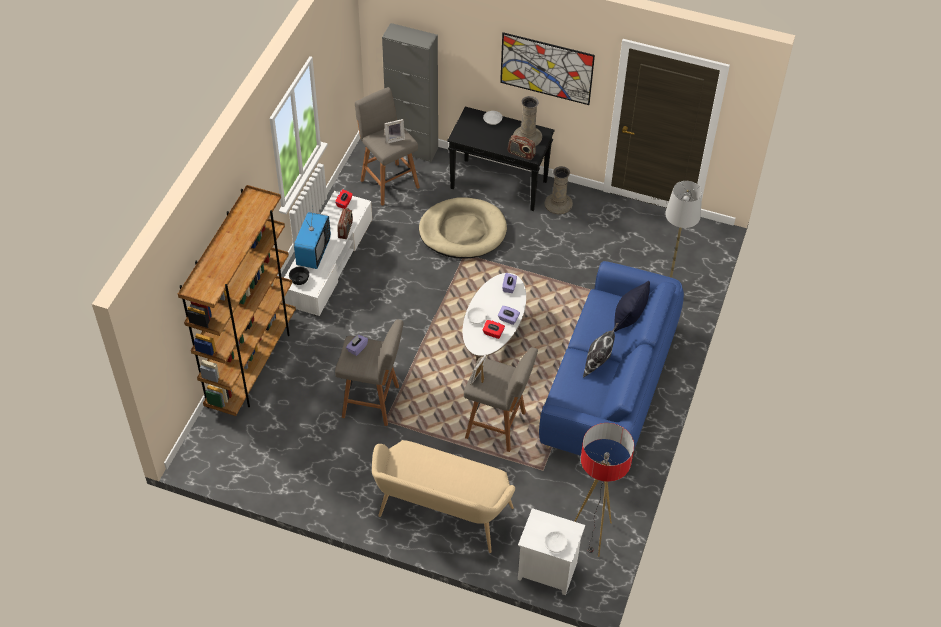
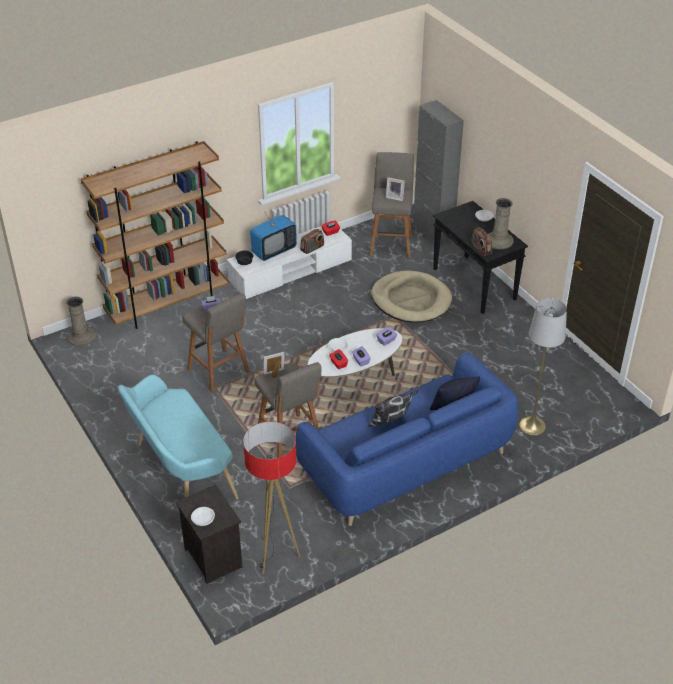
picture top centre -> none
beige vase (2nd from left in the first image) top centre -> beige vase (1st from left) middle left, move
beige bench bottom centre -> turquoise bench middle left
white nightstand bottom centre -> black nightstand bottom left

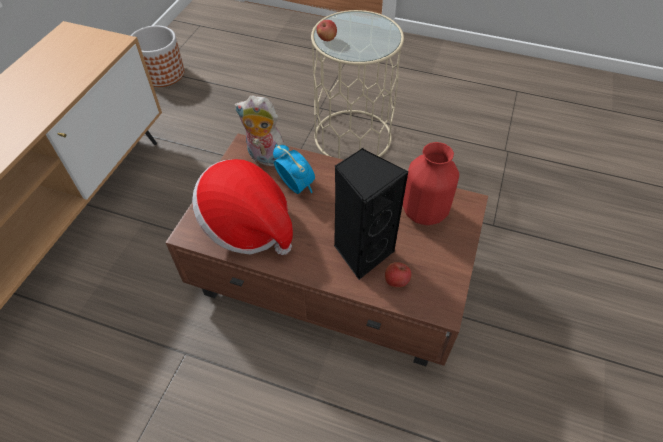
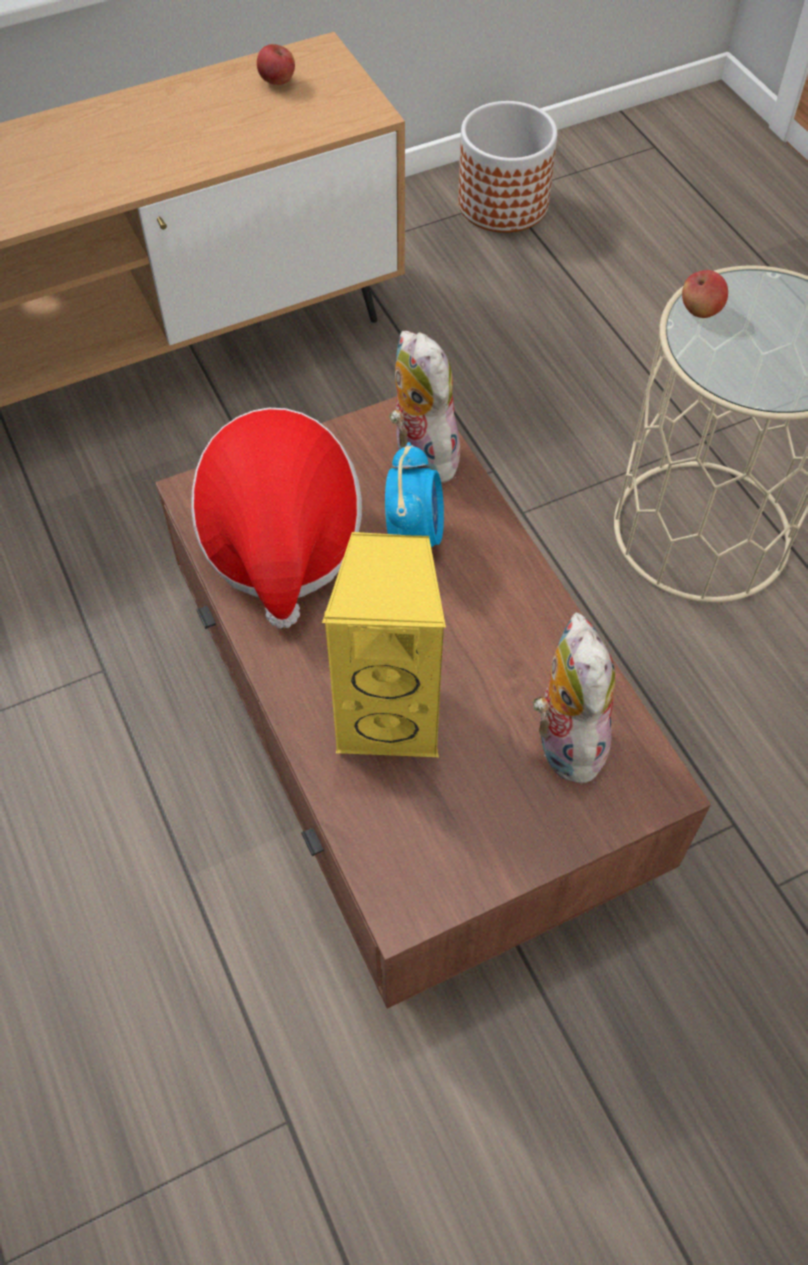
apple (2nd from left in the first image) centre -> apple (1st from left) top centre, move
red vase centre -> plush toy (2nd from left) middle right
black speaker centre -> yellow speaker centre

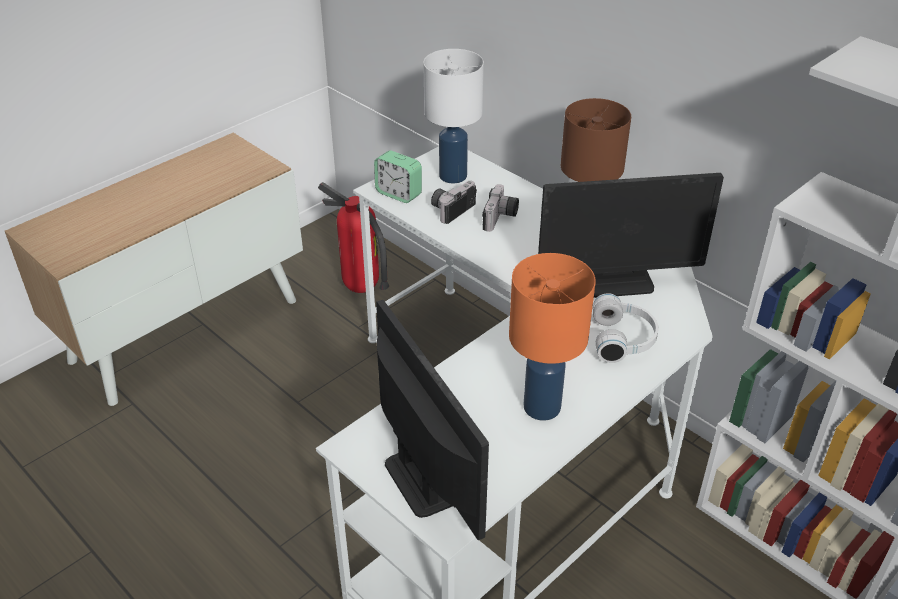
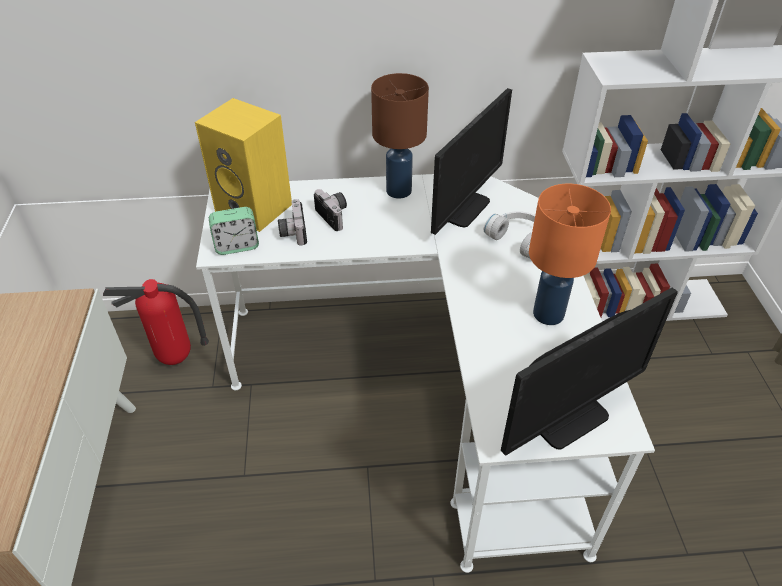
white table lamp top centre -> yellow speaker top left
monitor (1st from left in the first image) bottom centre -> monitor (2nd from left) middle right, 135 degrees clockwise

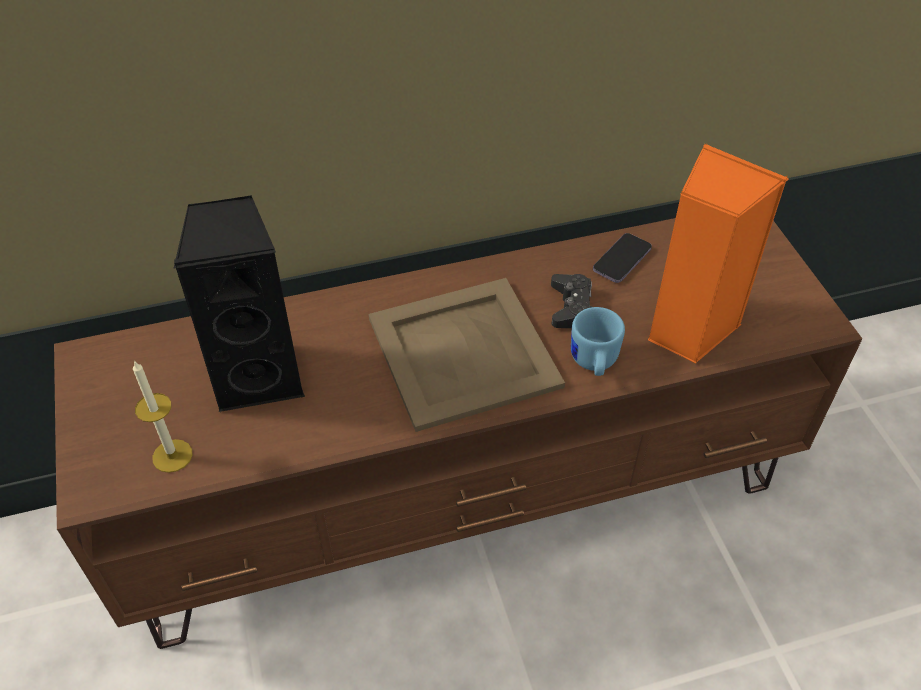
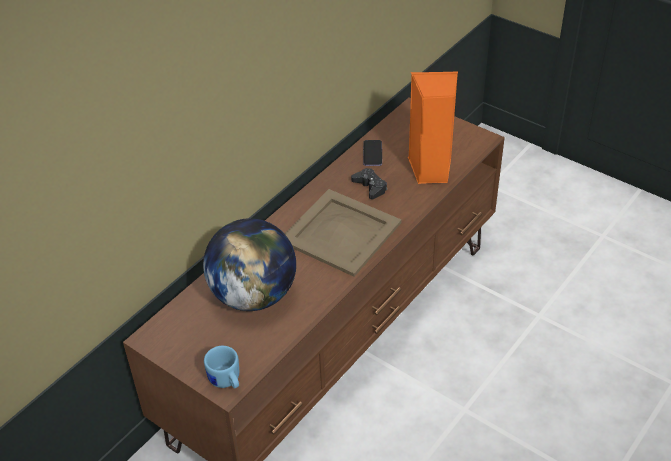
candle middle left -> none
blue mug centre -> blue mug bottom left, move
black speaker middle left -> globe centre

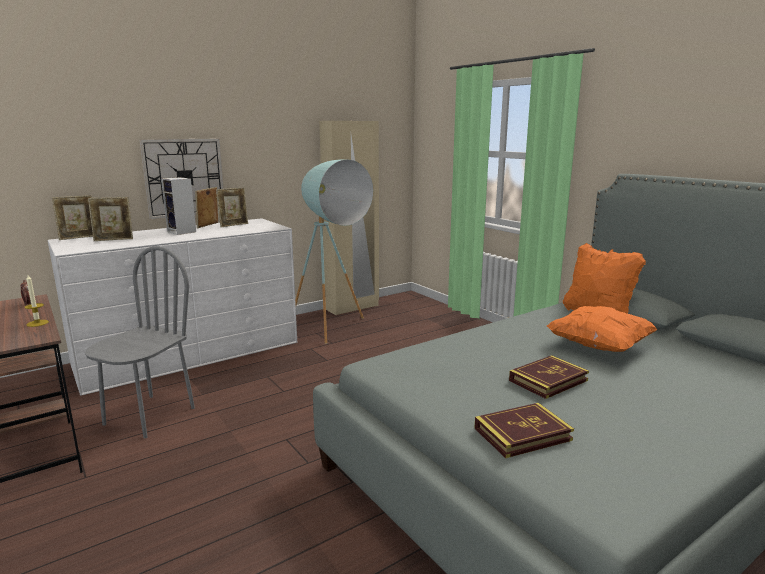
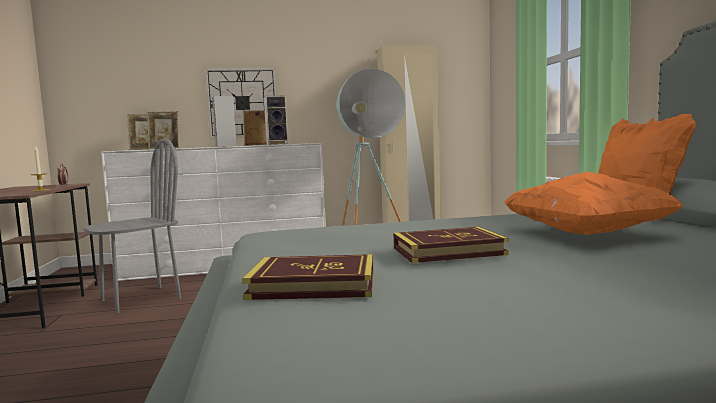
picture frame (4th from left) middle left -> speaker (2nd from left) top centre

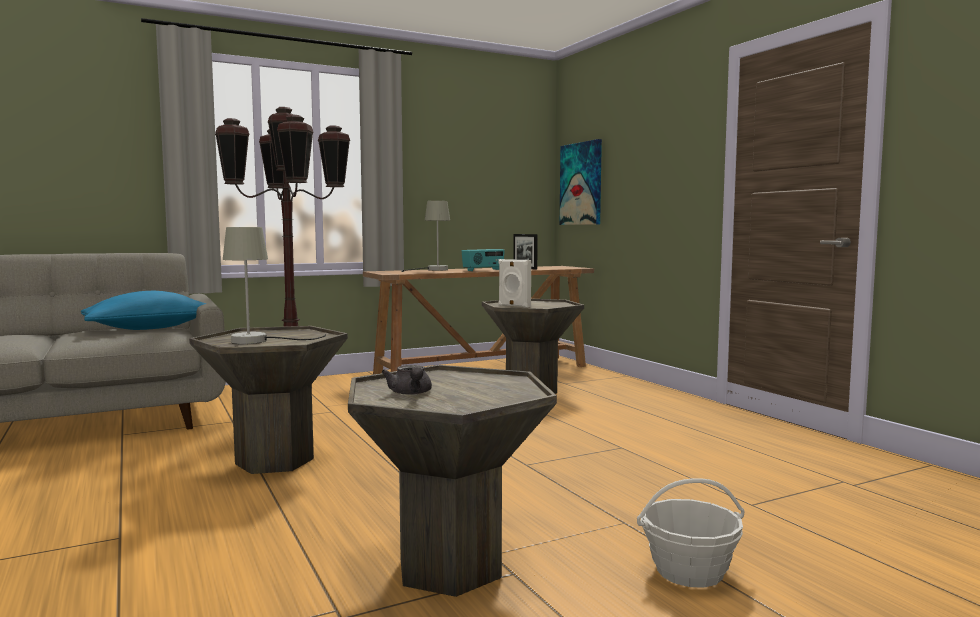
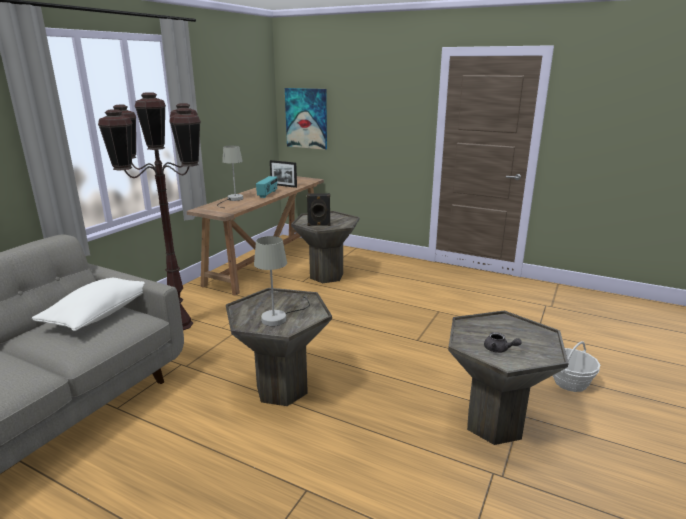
blue pillow middle left -> white pillow middle left
white speaker centre -> black speaker centre

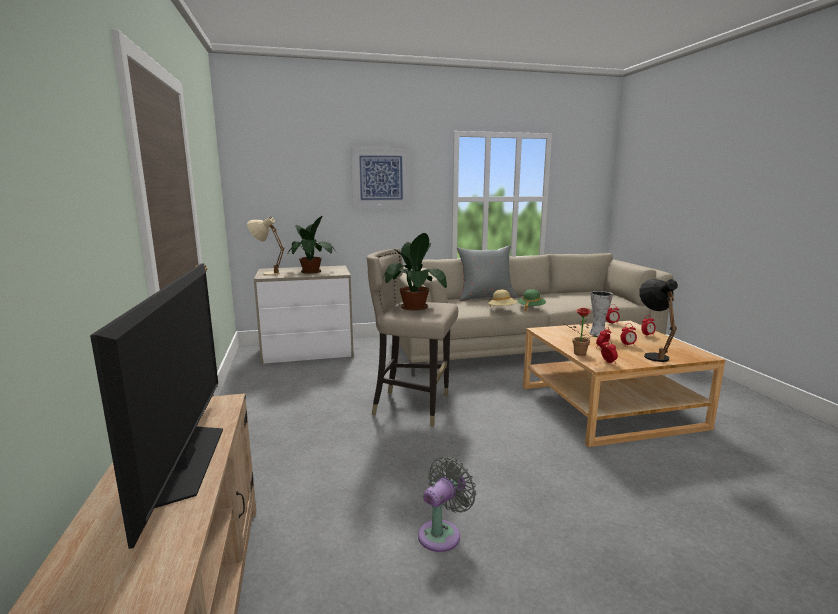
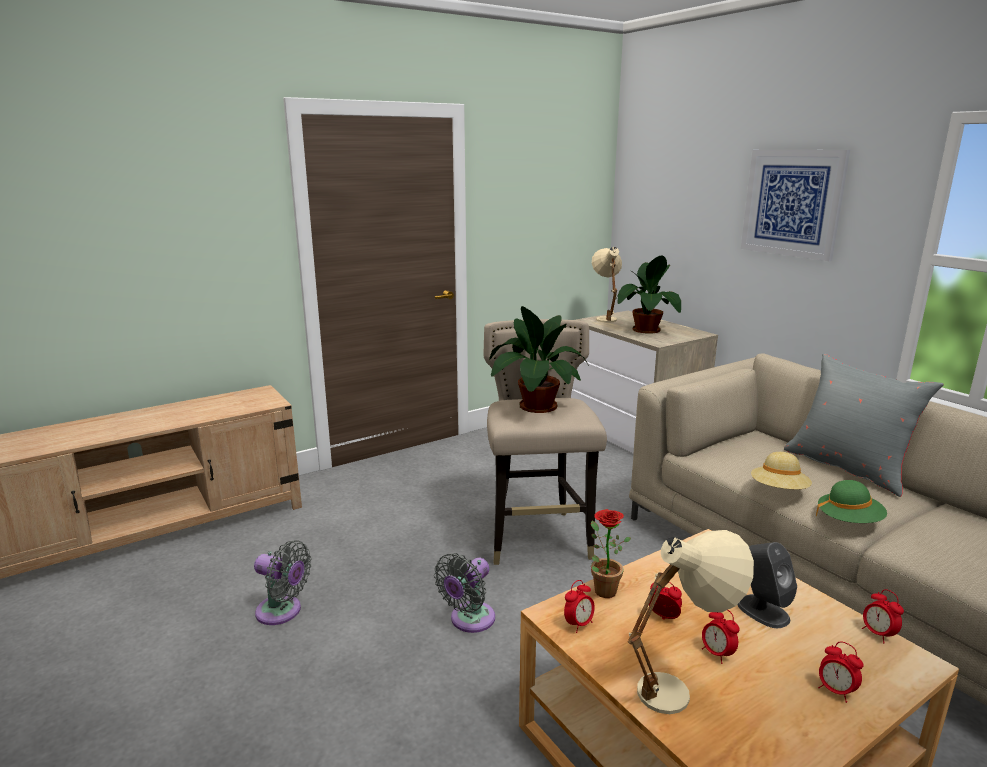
television middle left -> none
none -> grey fan (2nd from left) bottom centre
vase middle right -> grey speaker bottom right
black table lamp middle right -> beige table lamp (2nd from left) bottom right

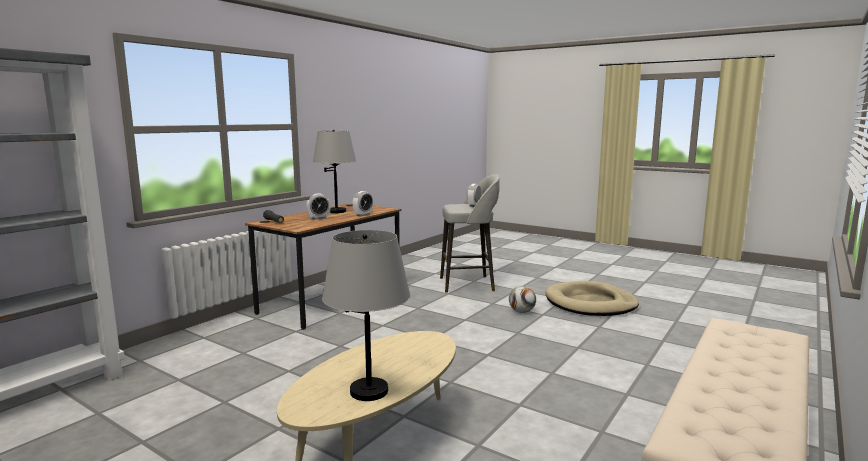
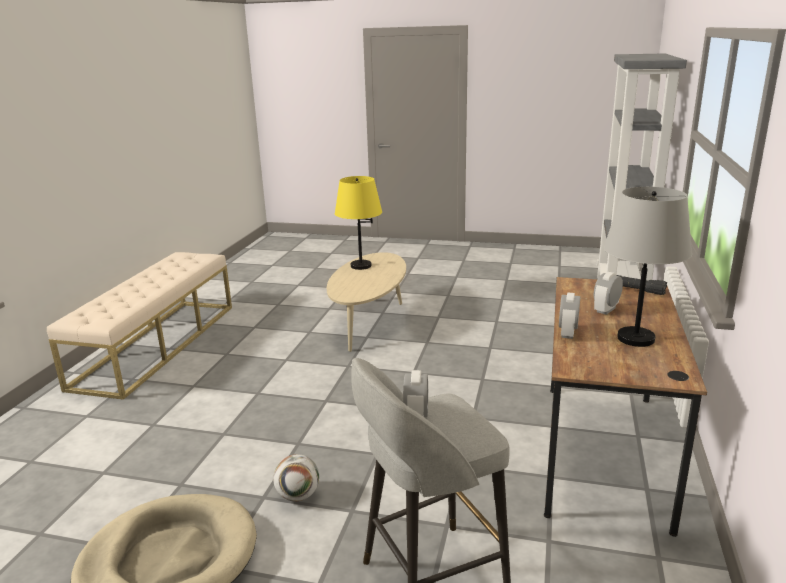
grey table lamp (2nd from left) bottom centre -> yellow table lamp centre

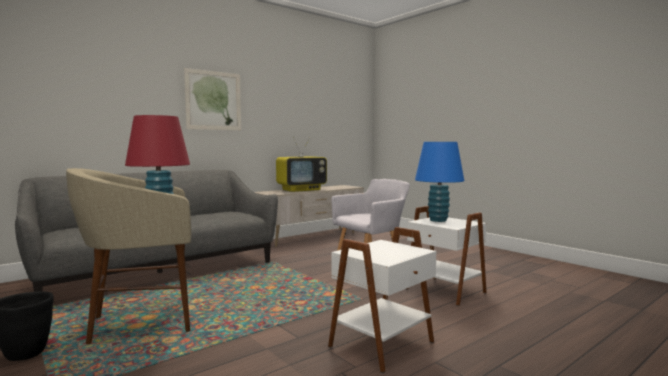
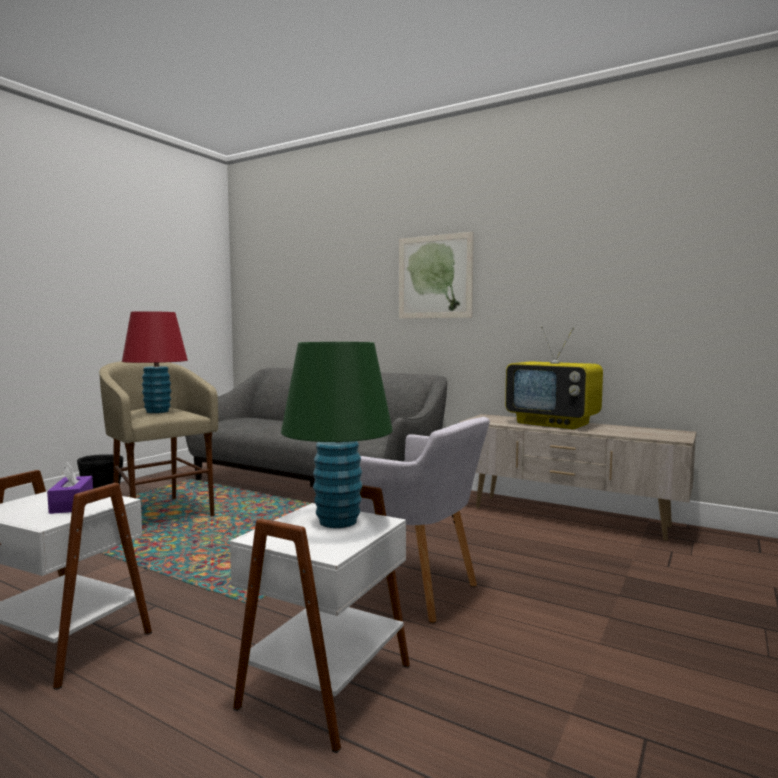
none -> purple tissue box middle left
blue table lamp centre -> green table lamp centre

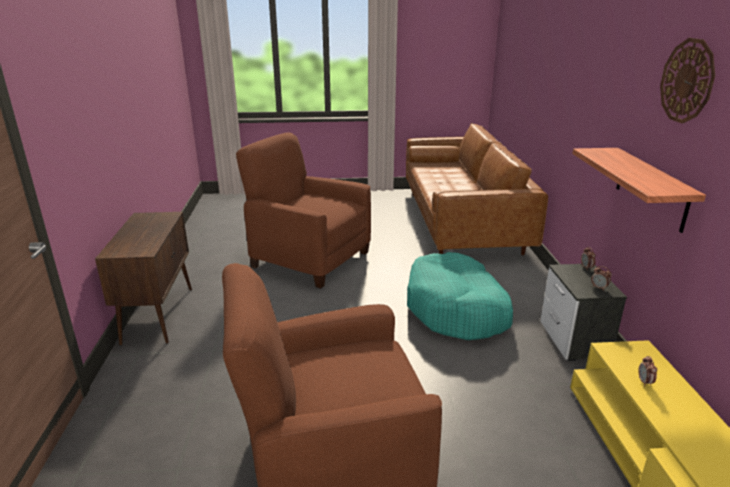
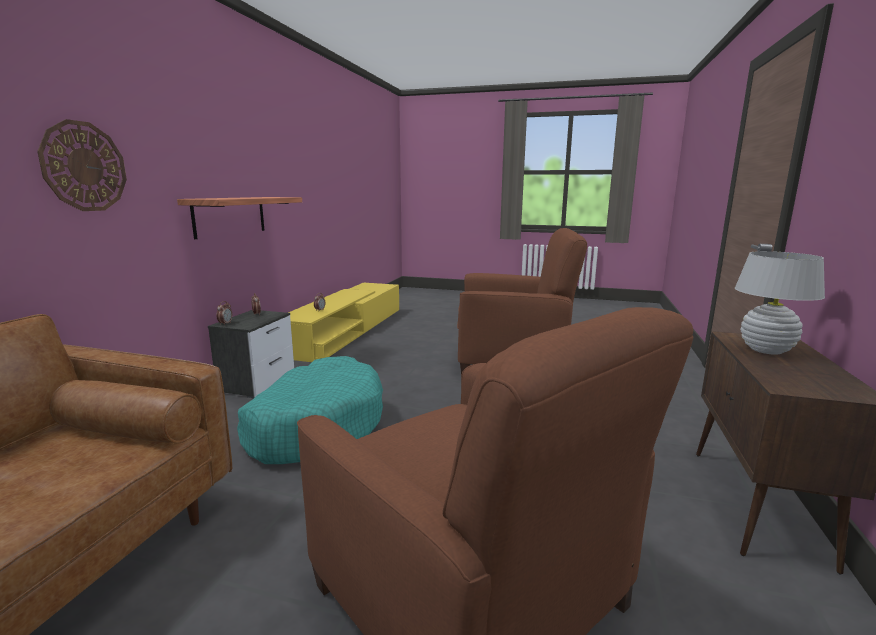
none -> white table lamp middle right
wall clock top right -> wall clock top left, move

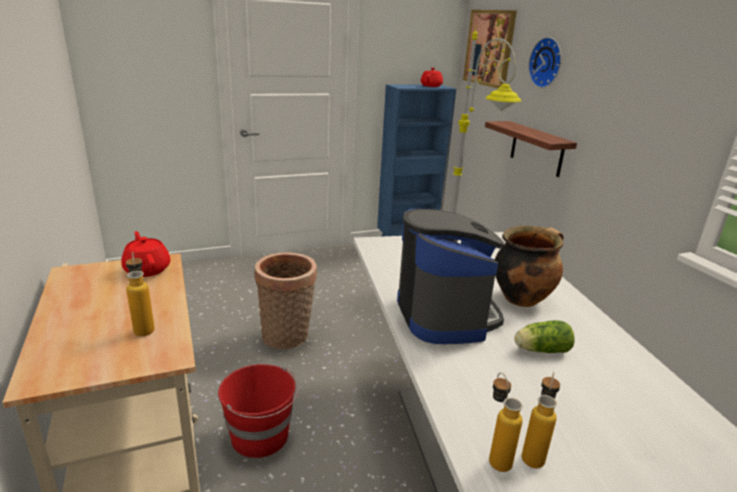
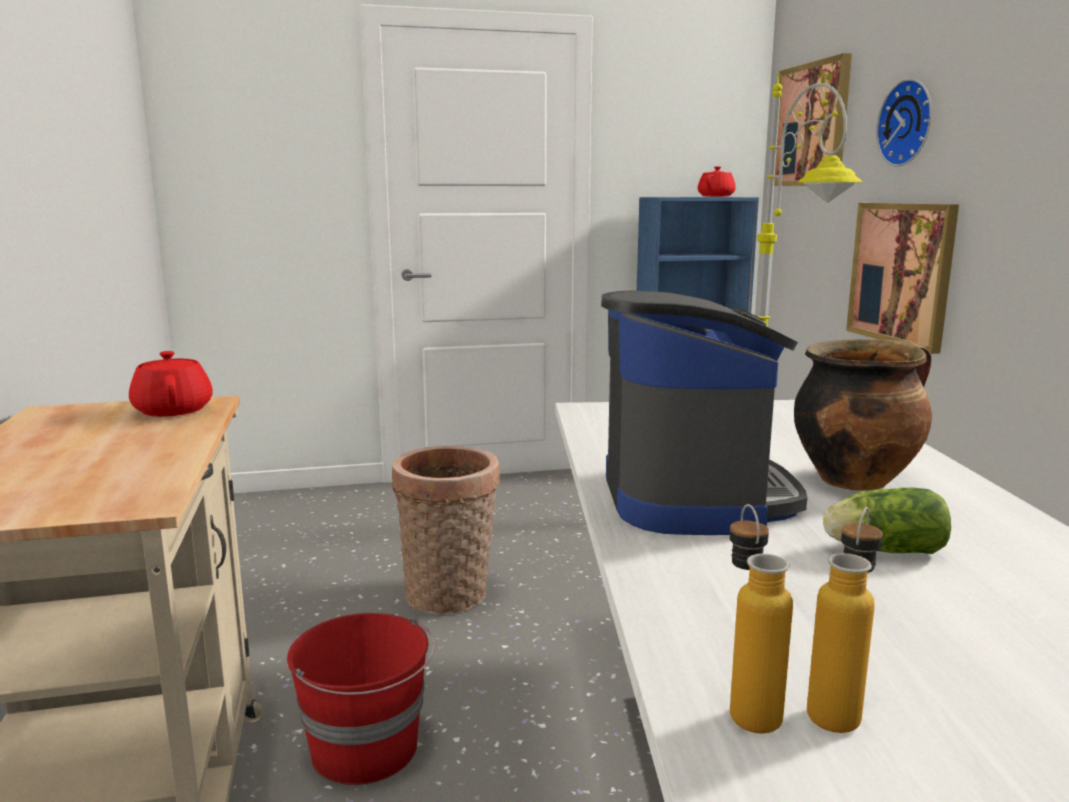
bottle (1st from left) middle left -> none
shelf top right -> picture (2nd from left) middle right

